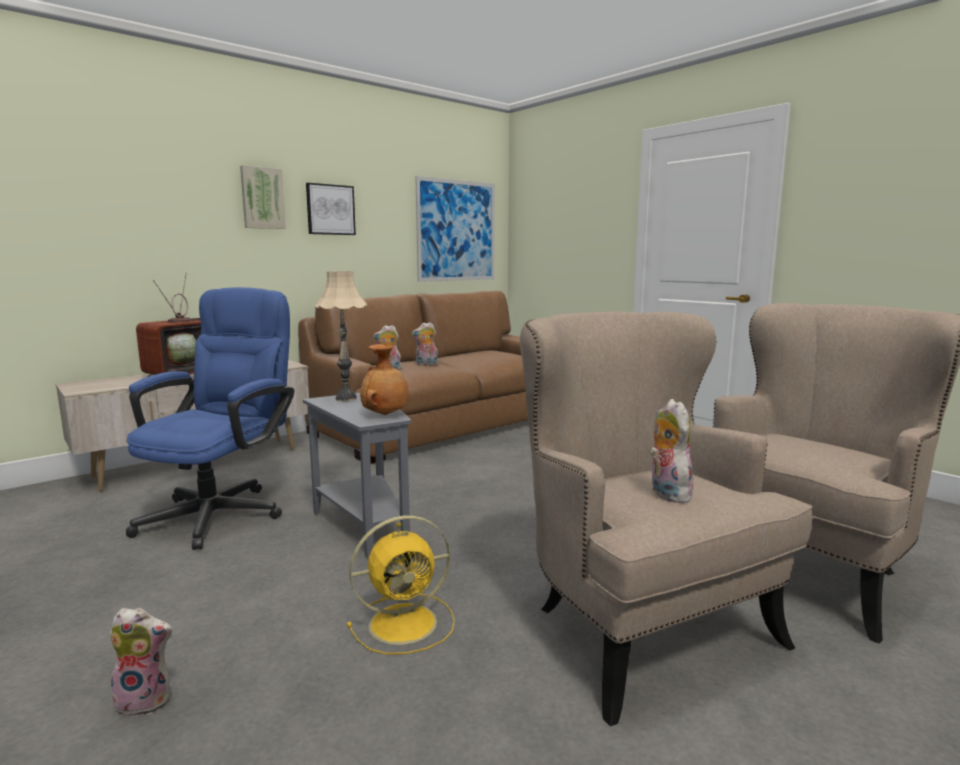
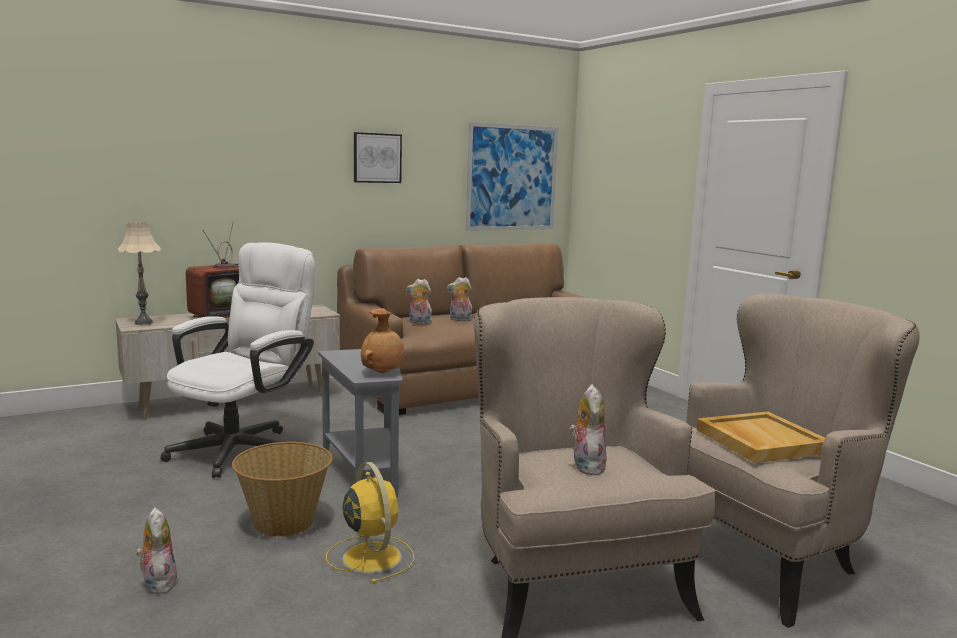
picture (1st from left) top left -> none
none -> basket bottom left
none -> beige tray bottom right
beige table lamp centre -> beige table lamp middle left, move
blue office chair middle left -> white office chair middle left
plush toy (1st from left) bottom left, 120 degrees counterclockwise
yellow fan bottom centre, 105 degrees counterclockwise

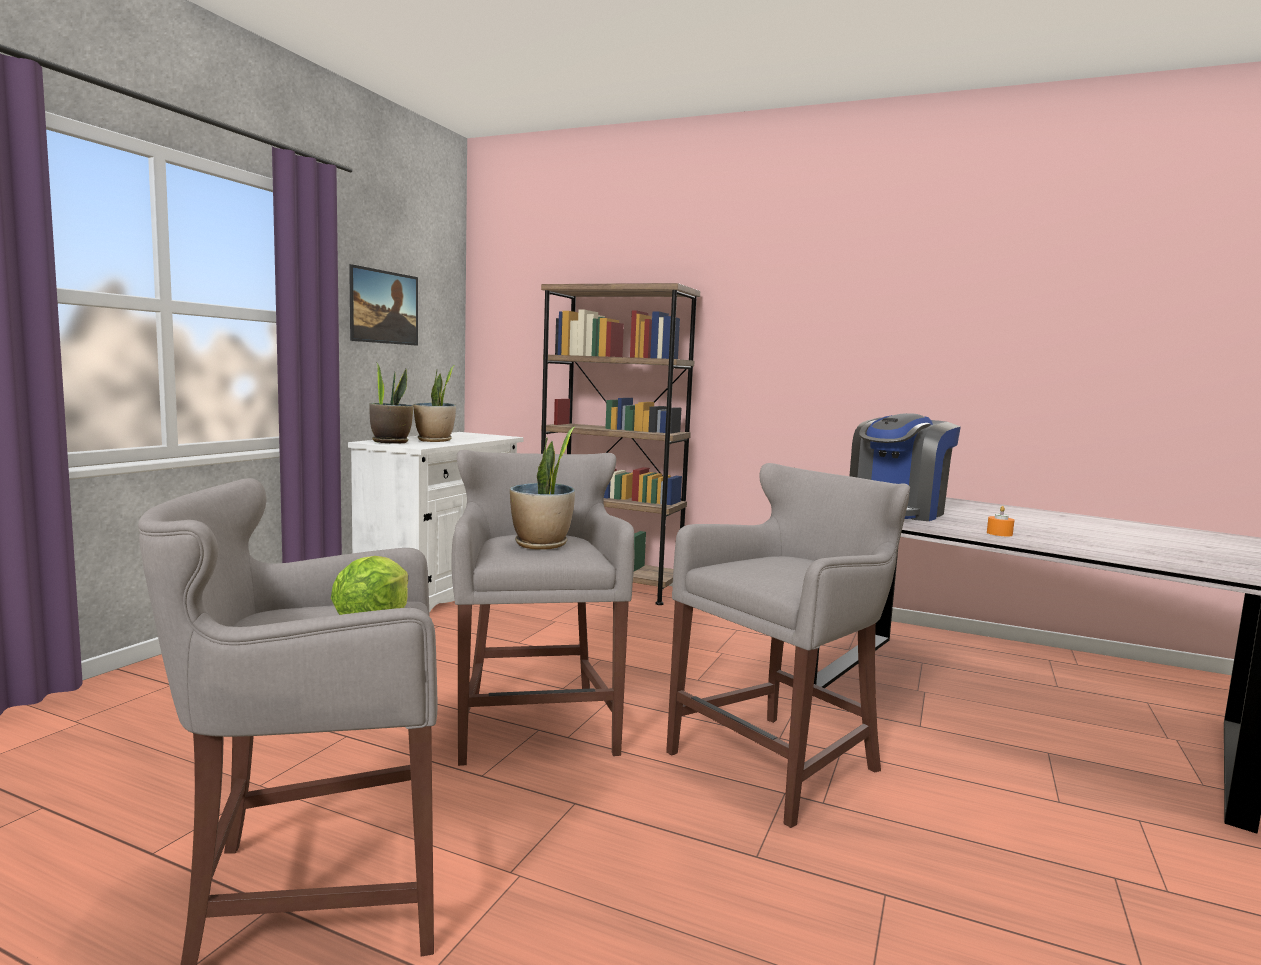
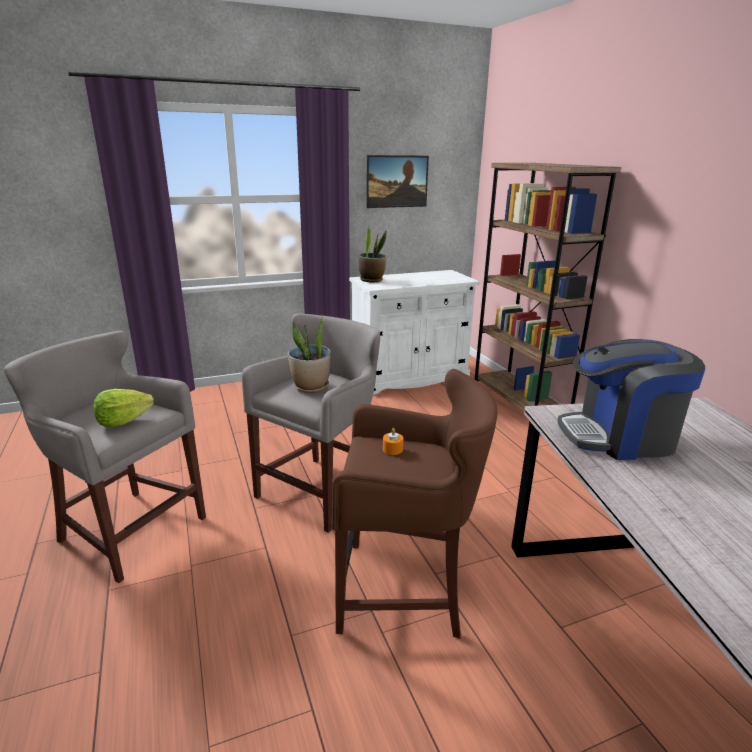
potted plant (2nd from left) centre -> none
orange candle middle right -> orange candle centre, move
grey stool (3rd from left) bottom centre -> brown stool bottom centre

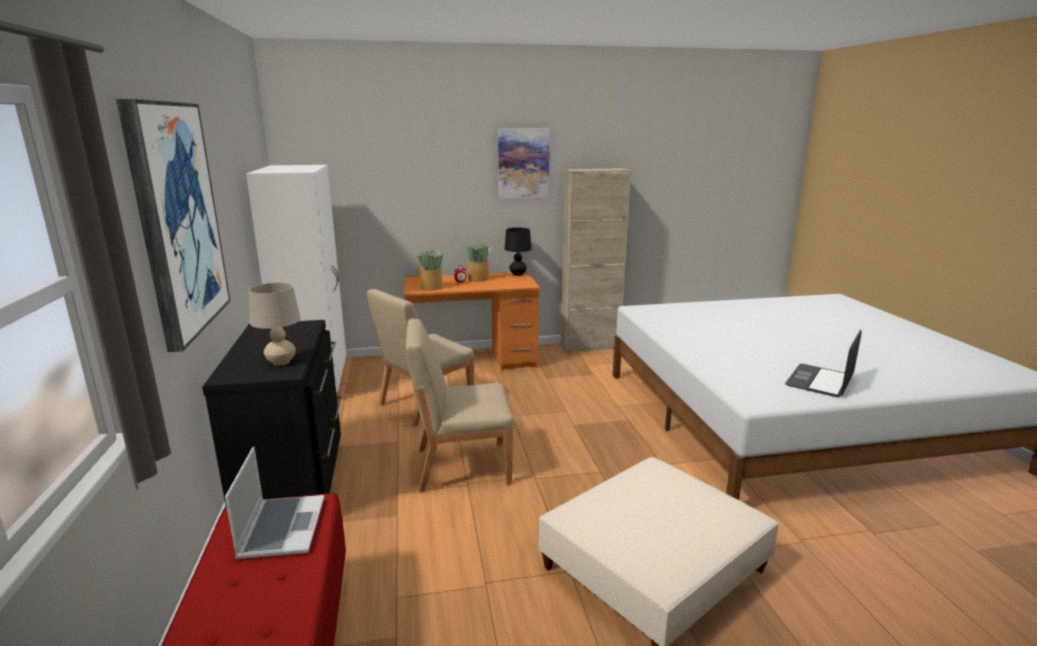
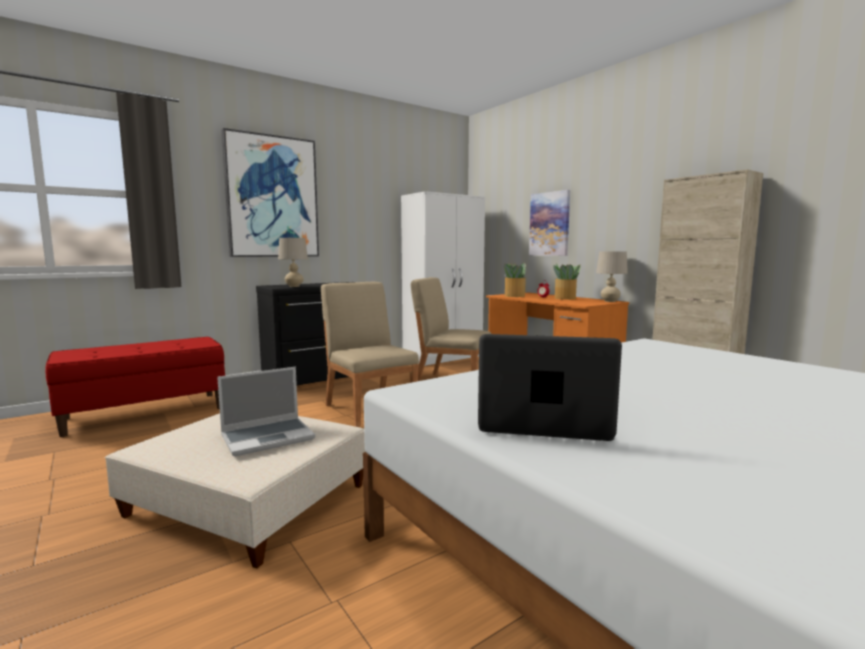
laptop (1st from left) bottom left -> laptop (1st from left) middle left, move
picture (2nd from left) top centre -> picture (2nd from left) centre, move
black table lamp centre -> beige table lamp (2nd from left) middle right

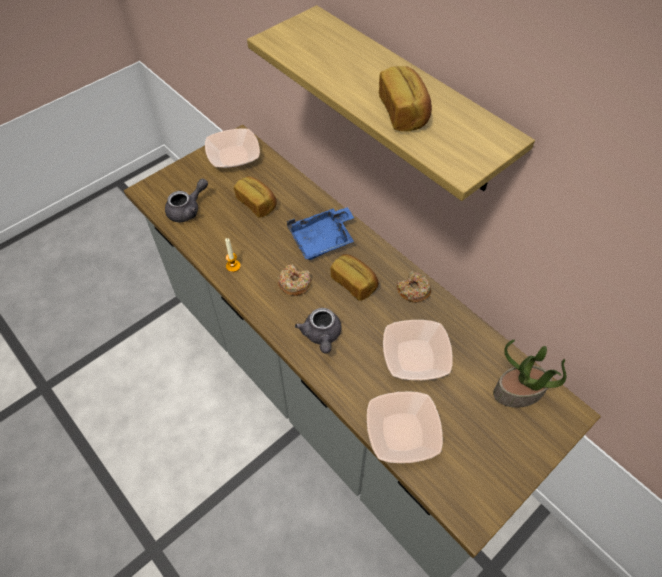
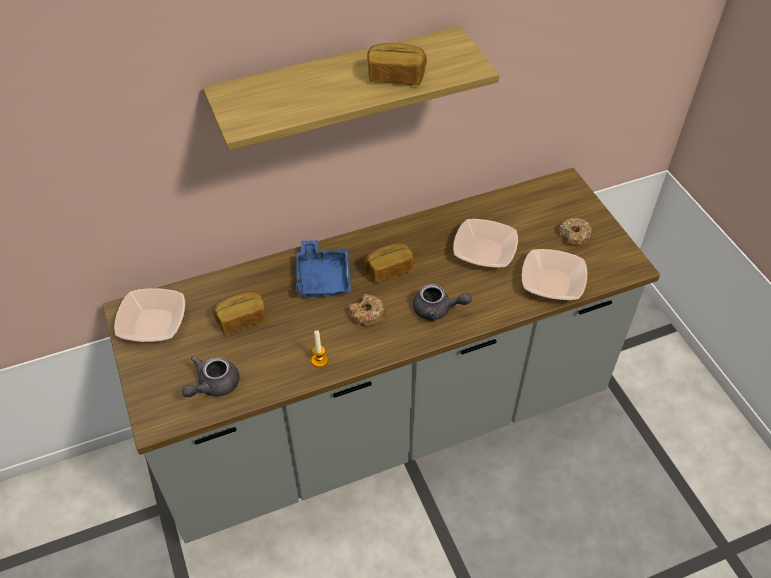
potted plant middle right -> none
donut (2nd from left) centre -> donut (2nd from left) middle right, move
grey teapot (1st from left) middle left, 120 degrees counterclockwise

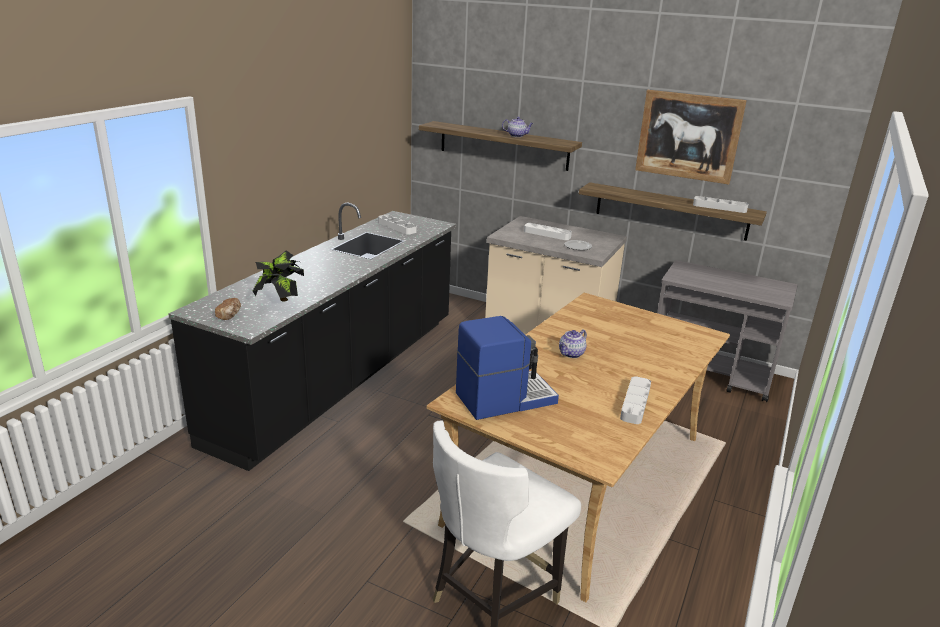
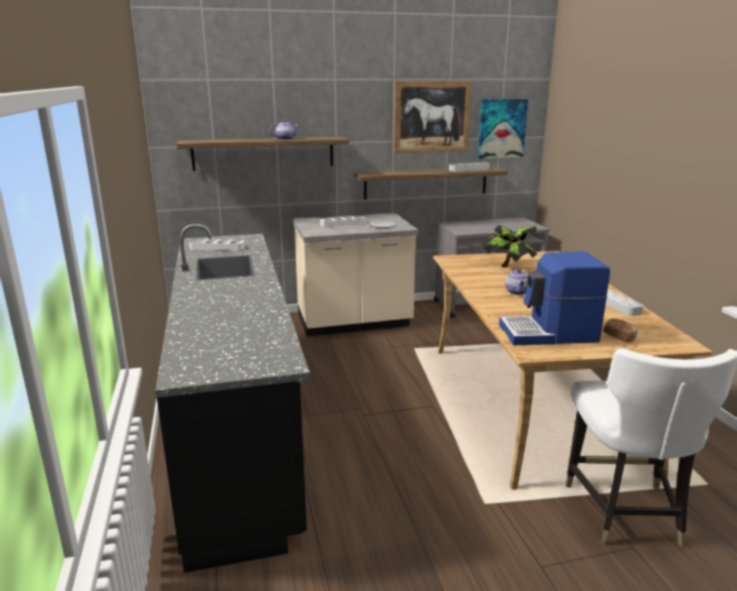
none -> picture (2nd from left) top right
bread middle left -> bread middle right, move
potted plant middle left -> potted plant middle right, move
coffee machine centre -> coffee machine middle right, 120 degrees counterclockwise

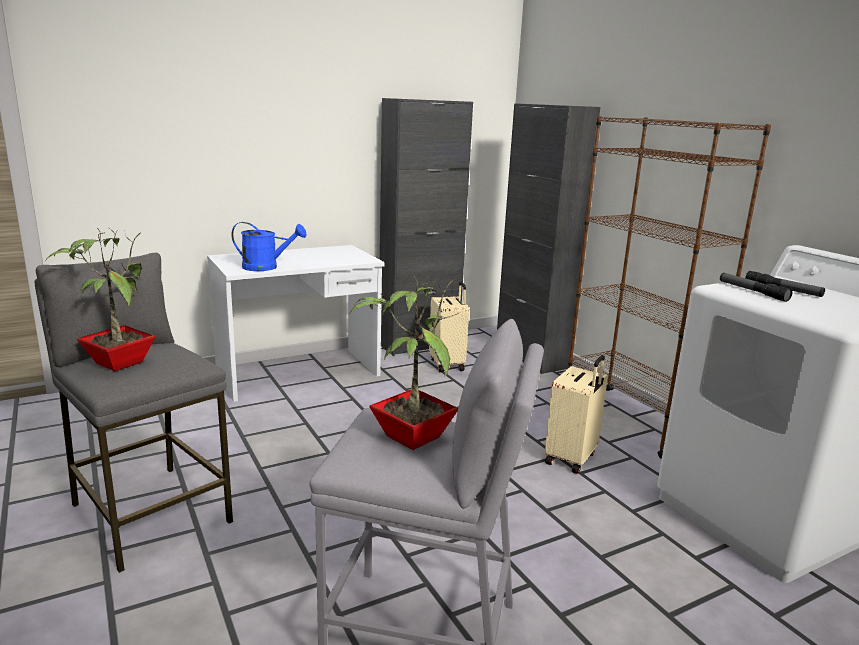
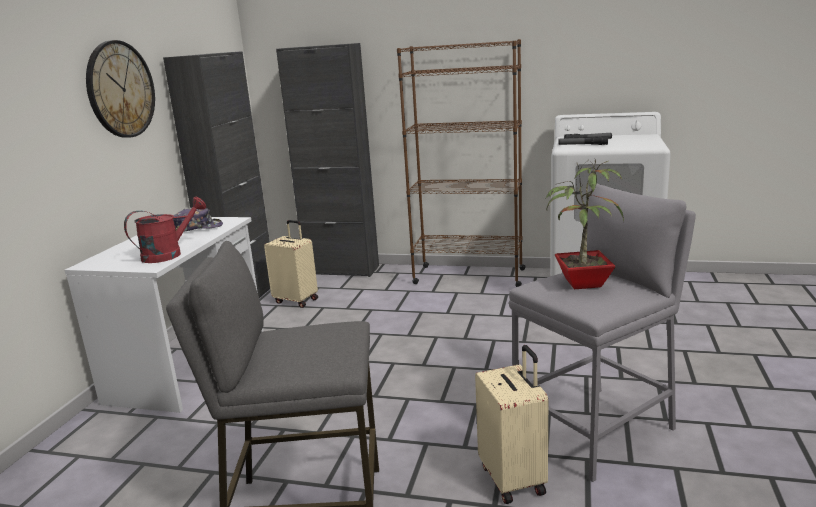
potted plant (1st from left) middle left -> none
none -> wall clock top left
none -> cap middle left
beige suitcase (2nd from left) middle right -> beige suitcase (2nd from left) bottom centre, move
blue watering can middle left -> red watering can middle left

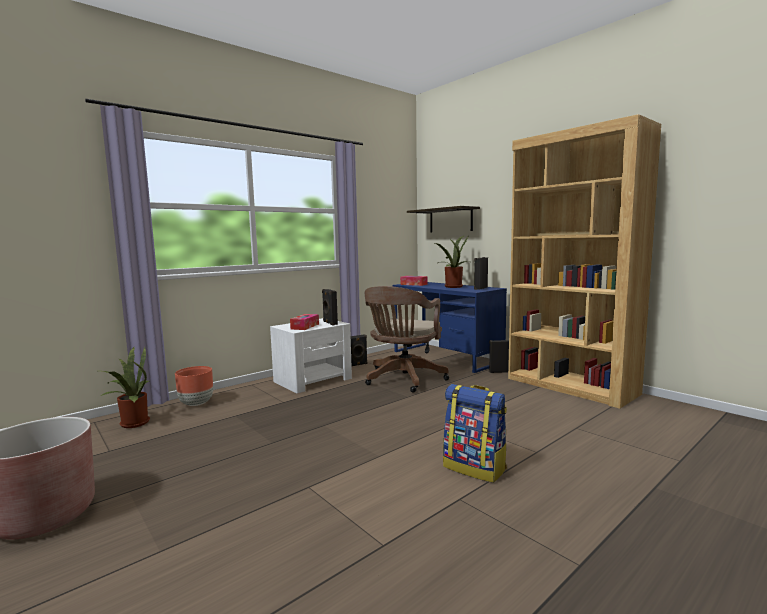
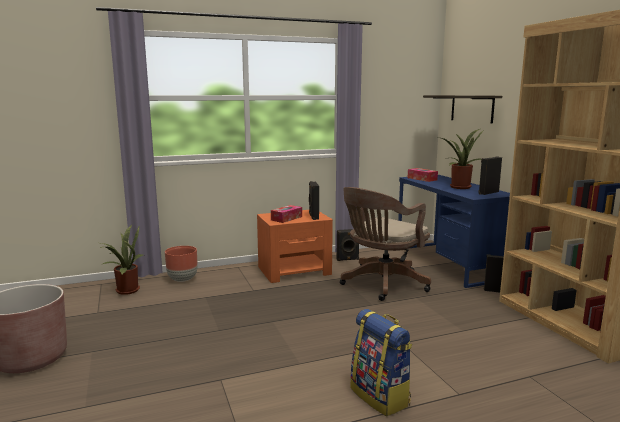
white nightstand centre -> orange nightstand centre

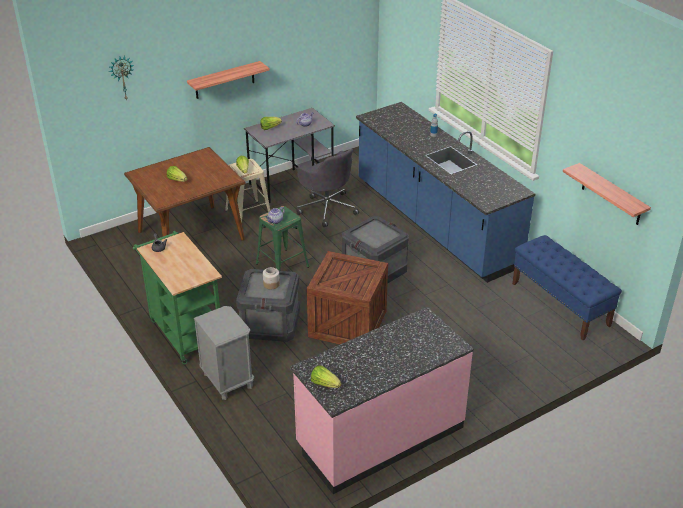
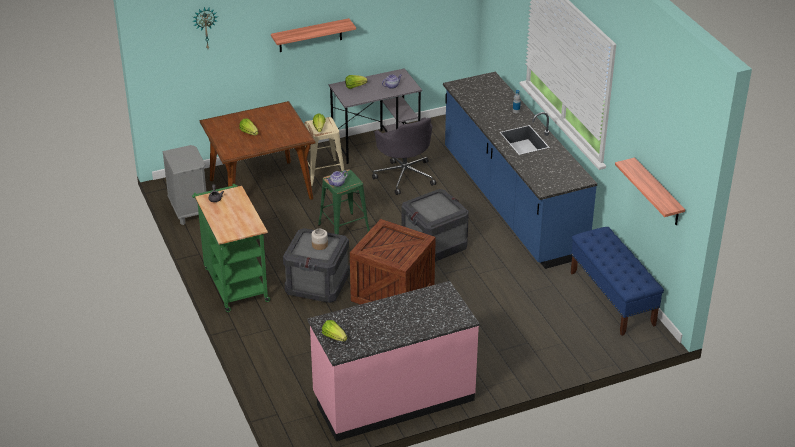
grey nightstand bottom left -> grey nightstand middle left, move

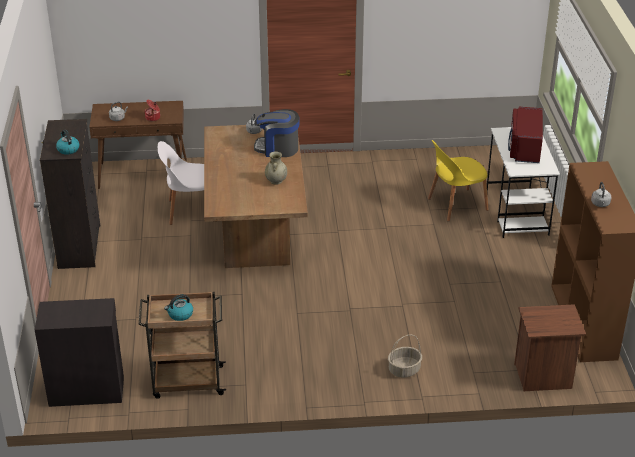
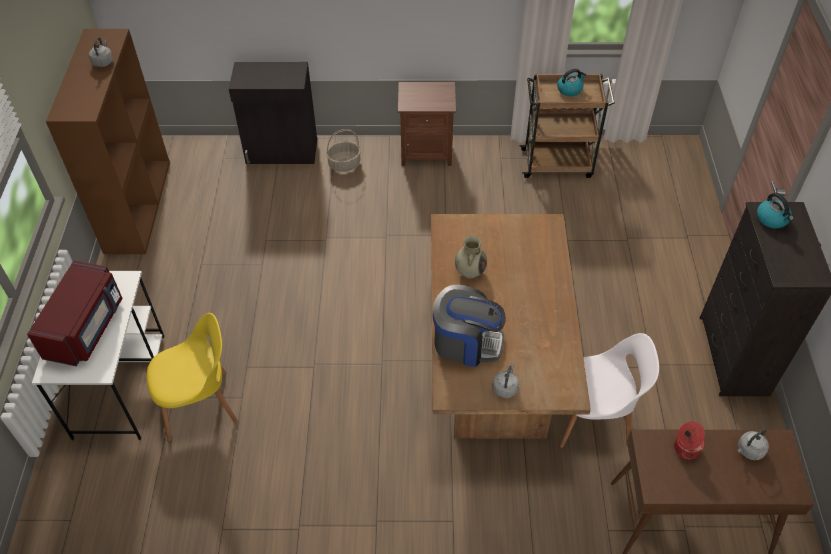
black cabinet bottom left -> black cabinet top left, move
brown nightstand bottom right -> brown nightstand top centre, move

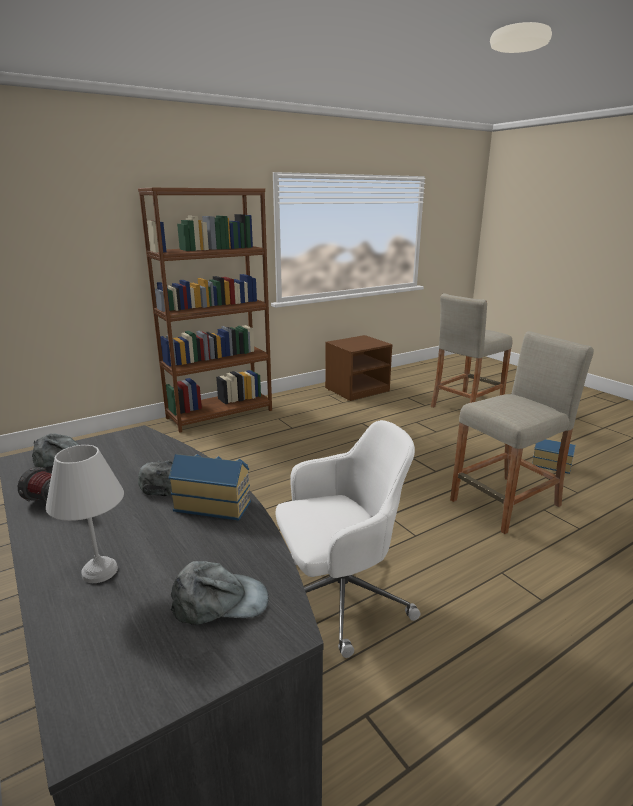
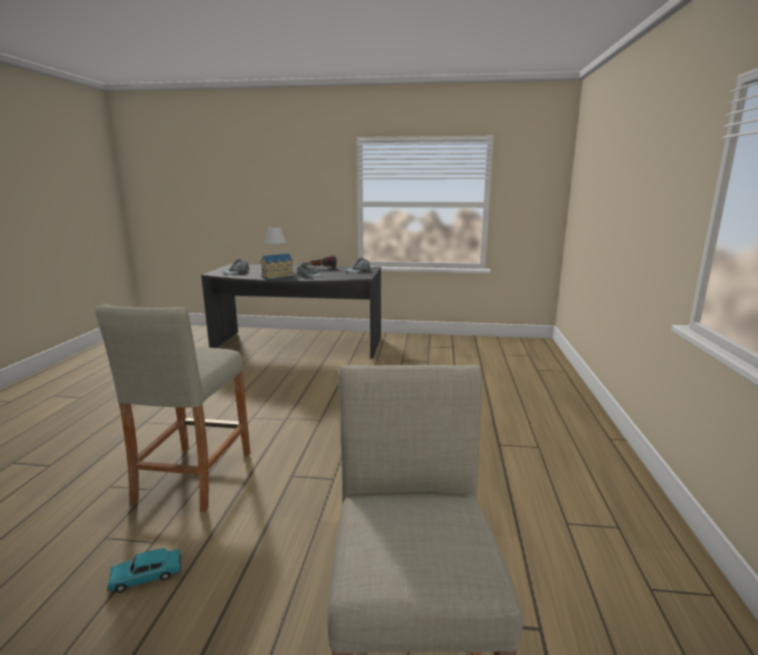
brown bookcase middle left -> none
white office chair bottom centre -> none
brown nightstand centre -> none
toy house (2nd from left) middle right -> turquoise toy car bottom left

